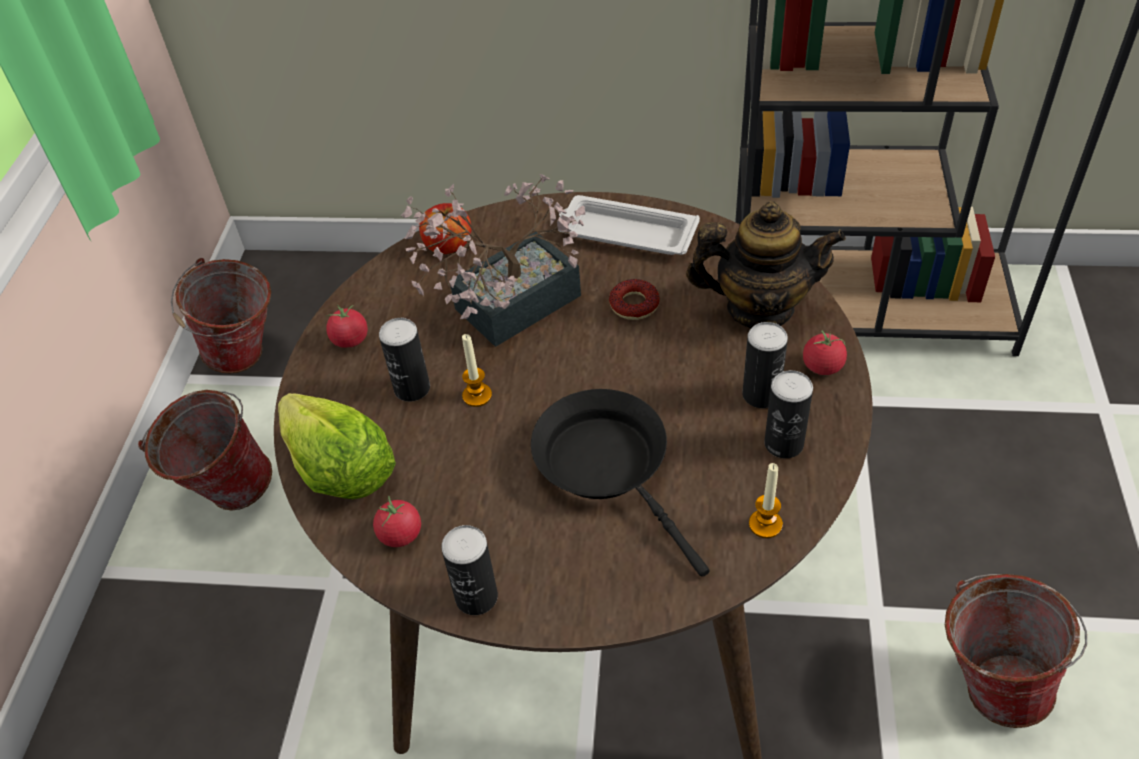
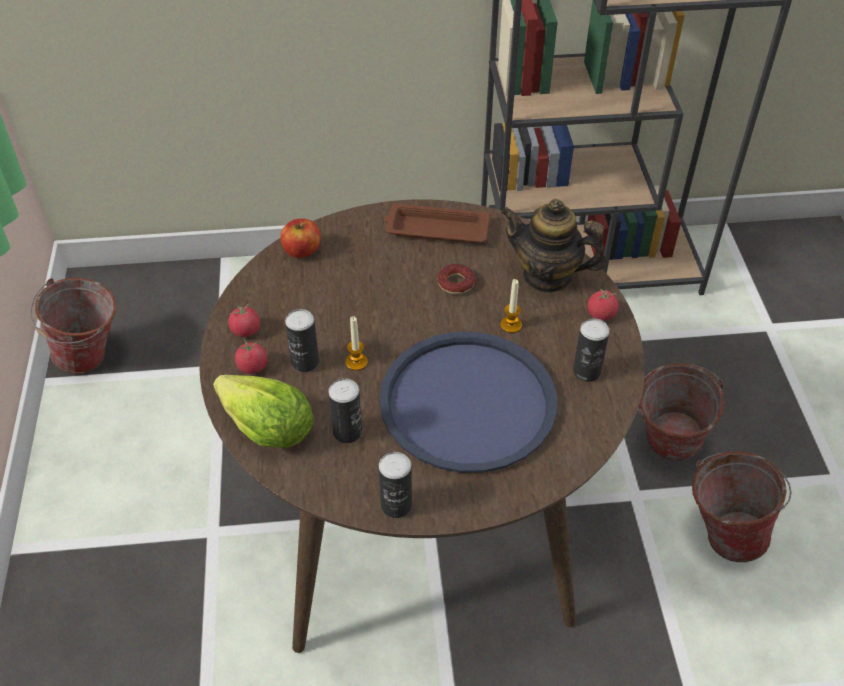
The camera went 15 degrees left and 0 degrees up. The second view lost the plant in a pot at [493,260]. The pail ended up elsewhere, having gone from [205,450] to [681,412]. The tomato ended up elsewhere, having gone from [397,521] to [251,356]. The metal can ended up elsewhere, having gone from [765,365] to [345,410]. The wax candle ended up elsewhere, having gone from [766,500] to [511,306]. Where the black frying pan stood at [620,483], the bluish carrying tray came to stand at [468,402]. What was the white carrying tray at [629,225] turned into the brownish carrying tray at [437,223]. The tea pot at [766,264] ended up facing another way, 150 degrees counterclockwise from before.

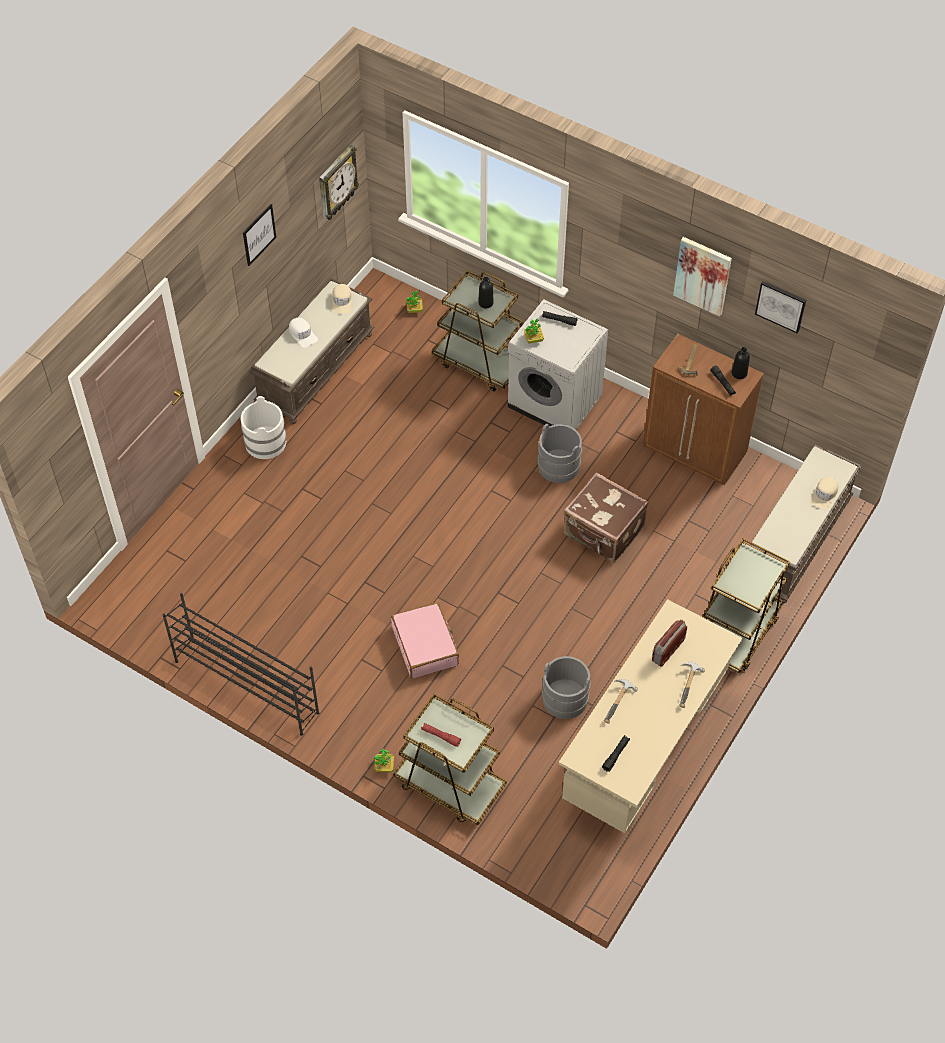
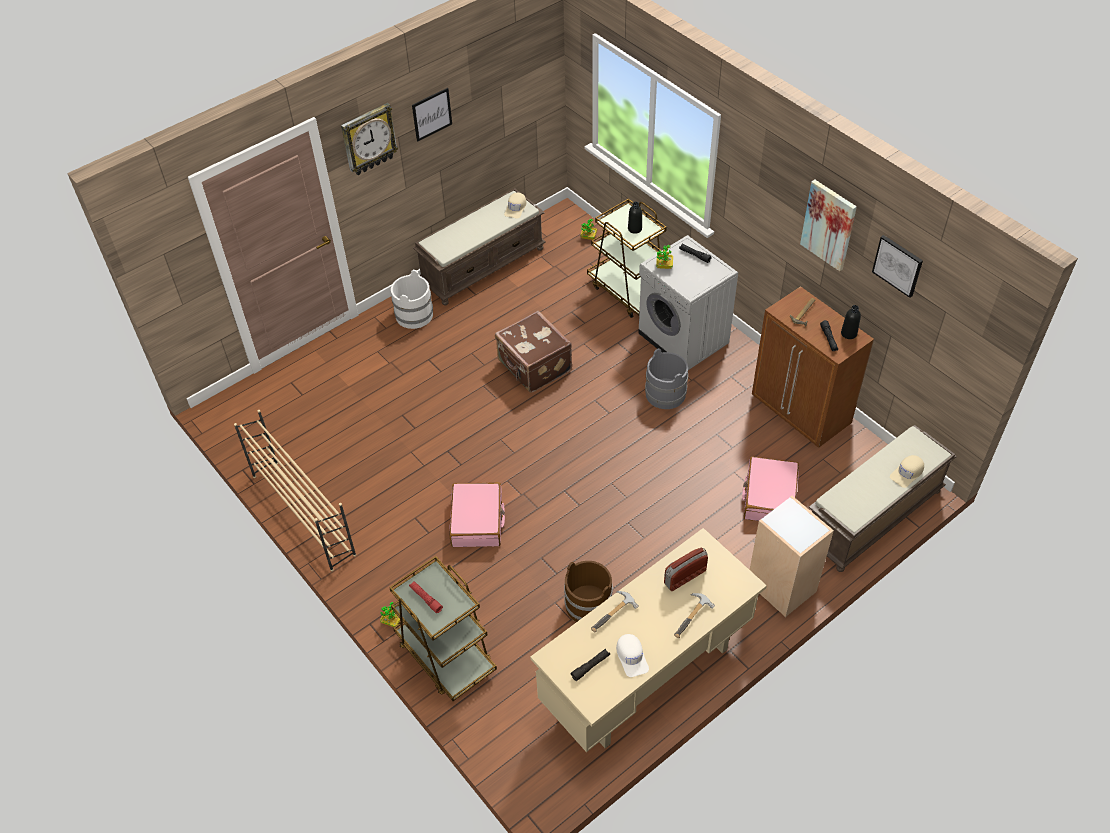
The camera went 20 degrees right and 5 degrees down. The second view gained the pinkish suitcase at [770,489]. The white peaked cap ended up elsewhere, having gone from [303,333] to [632,655]. The clock on the wall ended up elsewhere, having gone from [339,182] to [369,139]. The brownish suitcase ended up elsewhere, having gone from [606,517] to [533,352]. Where the brownish trolley stood at [746,605], the bookshelf came to stand at [792,556]. What was the black shoe shelf at [240,664] turned into the beige-coloured shoe shelf at [295,490]. What was the greyish pail at [566,687] turned into the brownish pail at [588,591].

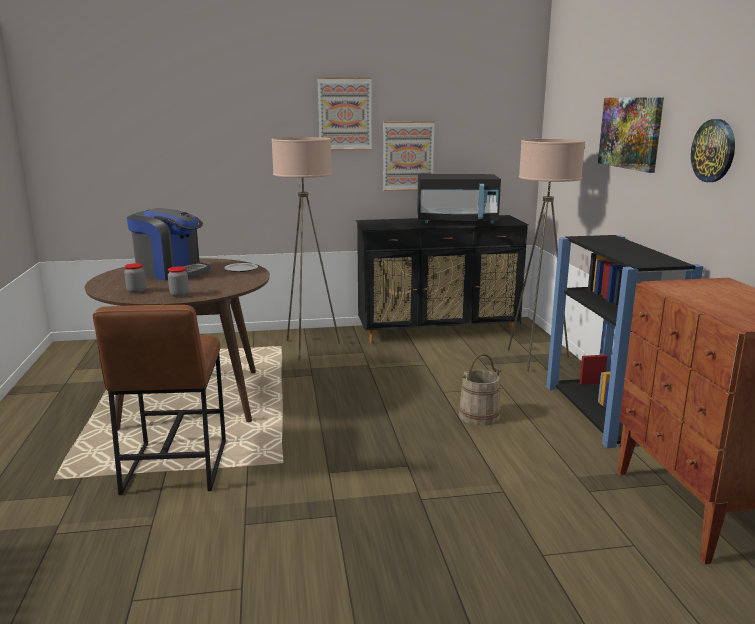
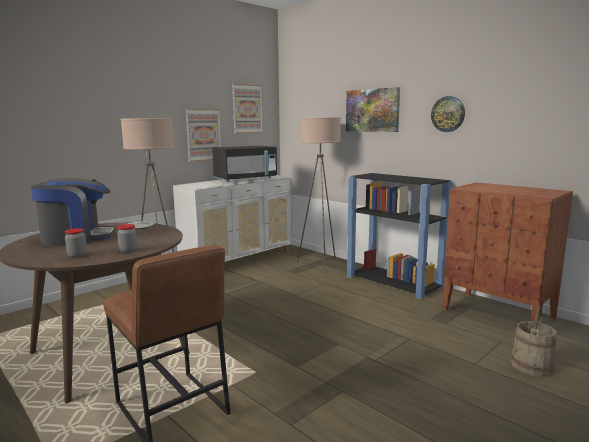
The camera went 35 degrees left and 5 degrees down. The picture ended up elsewhere, having gone from [345,114] to [247,108]. The beige-coloured pail ended up elsewhere, having gone from [480,389] to [534,341]. What was the black storage cabinet at [442,279] turned into the white storage cabinet at [232,218].

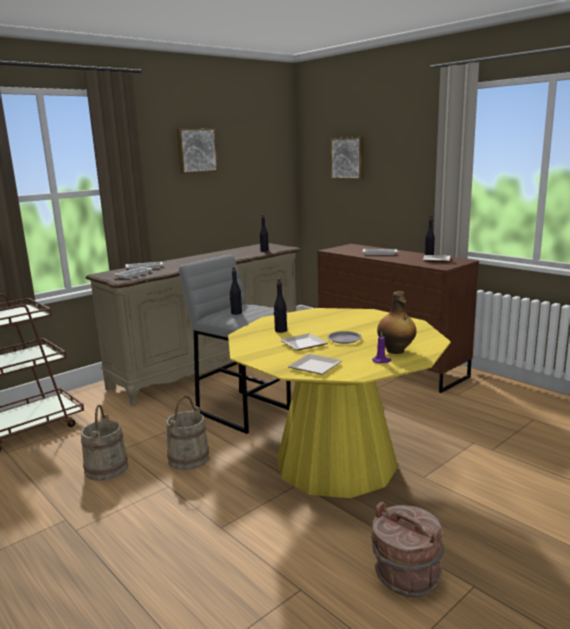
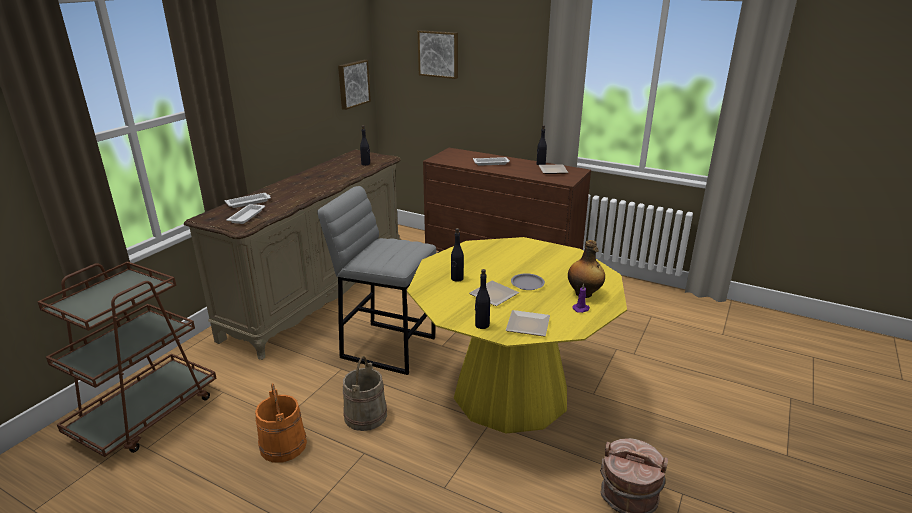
The camera went 20 degrees left and 10 degrees up. The picture ended up elsewhere, having gone from [197,151] to [354,85]. The black drink bottle ended up elsewhere, having gone from [236,291] to [482,299]. What was the beige-coloured pail at [104,442] turned into the orangey pail at [281,423].

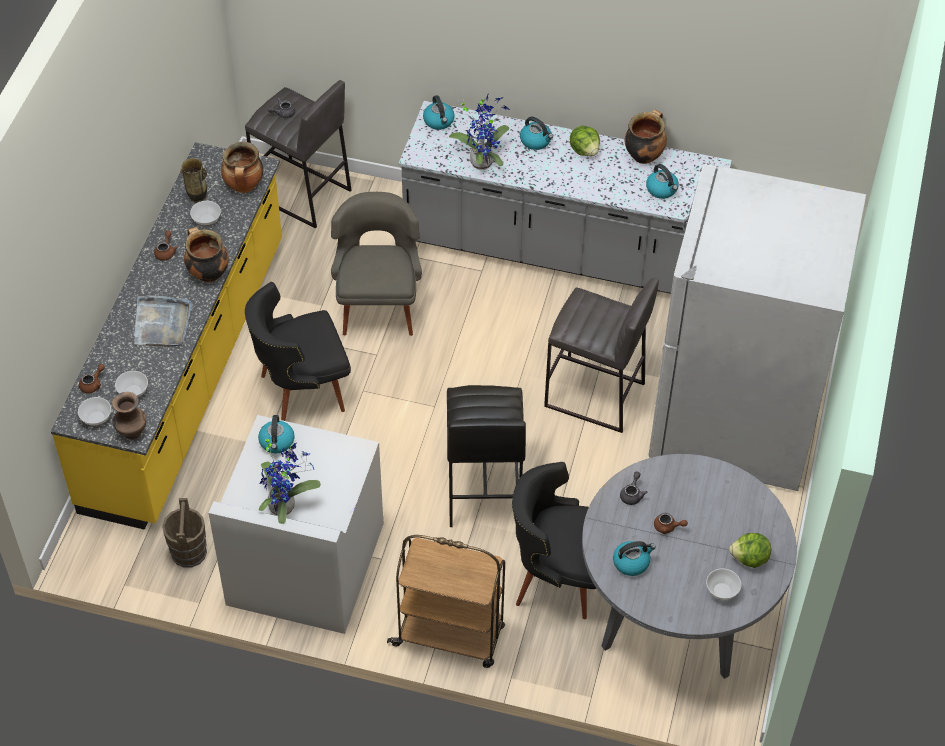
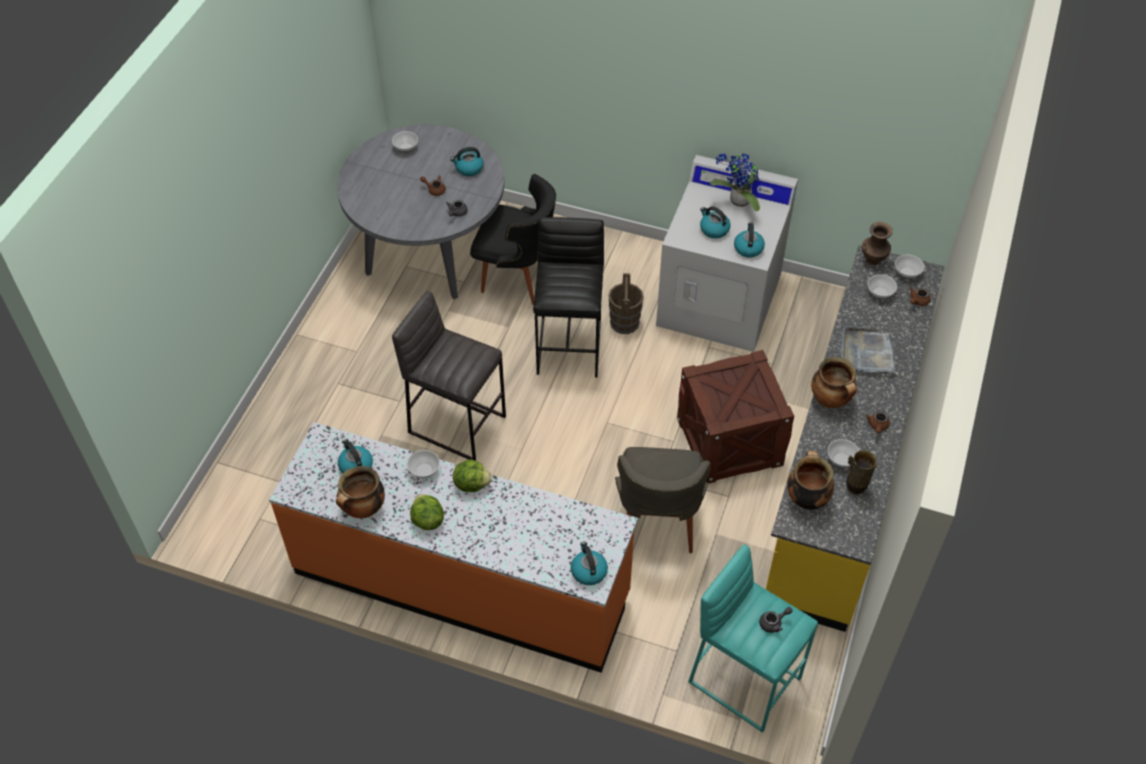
The camera went 175 degrees left and 0 degrees up. The second view lost the brownish trolley at [446,601]. The second view lost the plant in a pot at [479,131]. The second view lost the white refrigerator at [757,327]. The second view gained the serving bowl at [423,464]. The brownish pail ended up elsewhere, having gone from [184,533] to [626,303]. The kettle ended up elsewhere, having gone from [536,133] to [715,222]. The lettuce head ended up elsewhere, having gone from [750,550] to [472,475]. Where the black chair stood at [298,351], the shipping crate came to stand at [735,417]. What was the greyish stool at [298,154] turned into the turquoise stool at [753,638]. What was the greyish counter at [565,197] turned into the orangey counter at [453,547].

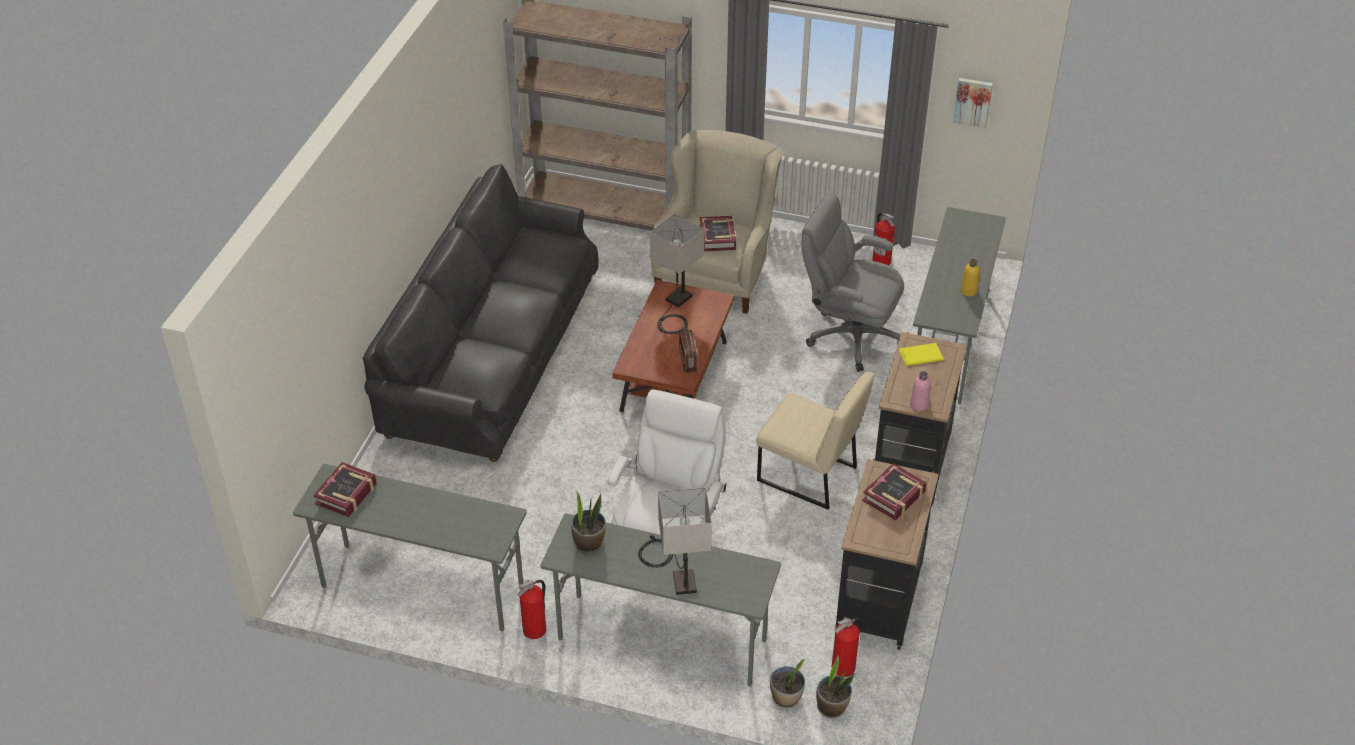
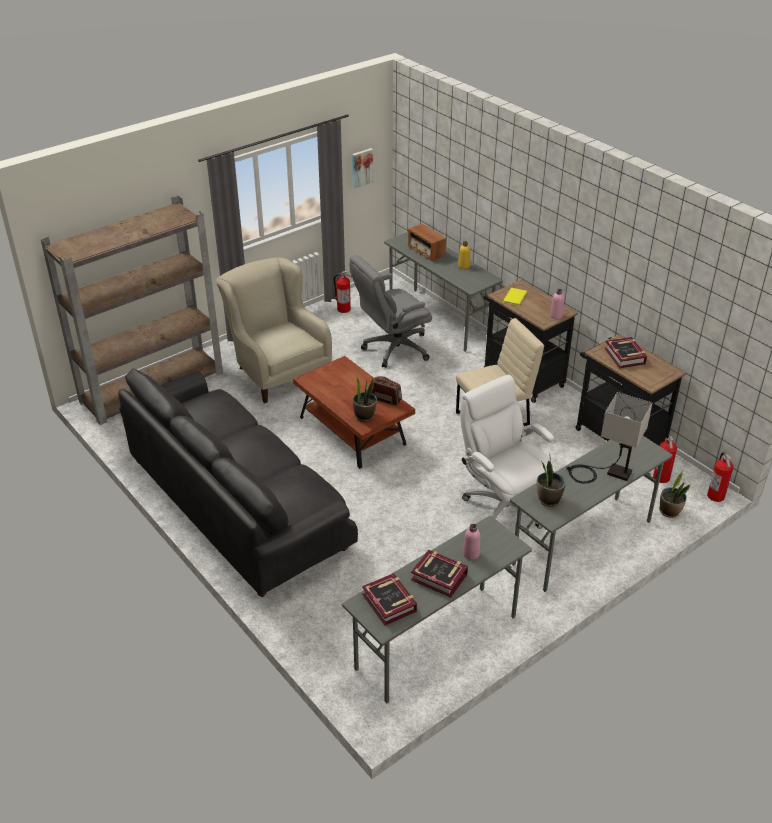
The camera went 55 degrees left and 5 degrees down. The second view lost the tabletop lamp at [677,274]. The second view gained the radio receiver at [427,242]. The second view gained the pinkish drink bottle at [471,542]. The fire extinguisher ended up elsewhere, having gone from [531,609] to [720,477]. The bound book ended up elsewhere, having gone from [718,234] to [439,573]. The plant in a pot ended up elsewhere, having gone from [835,687] to [365,399].

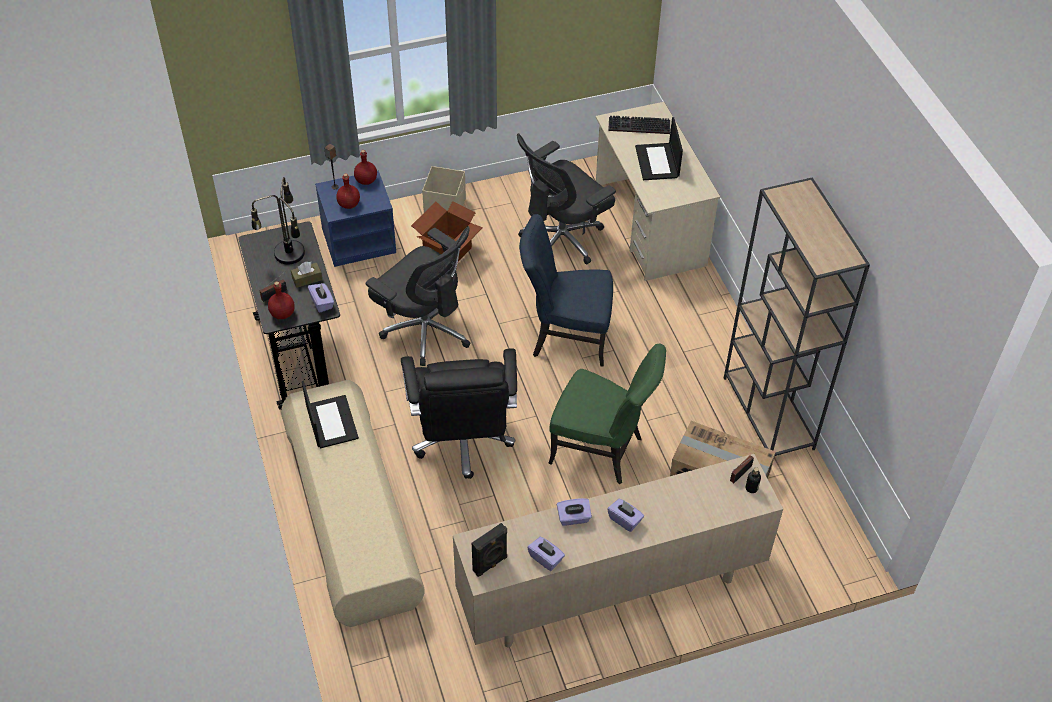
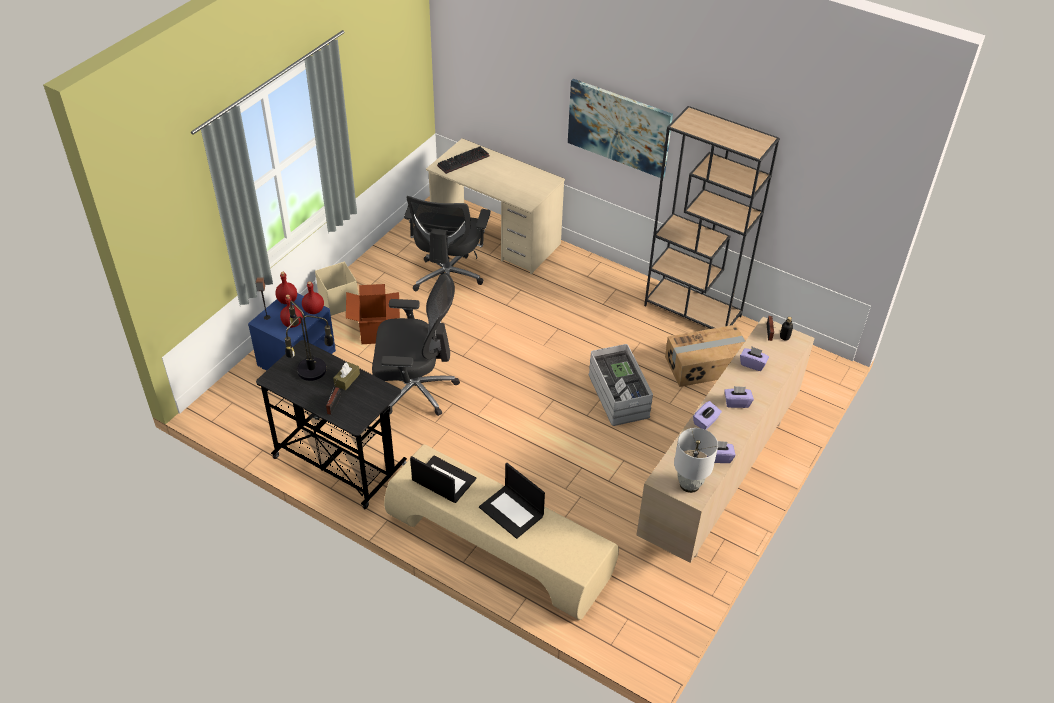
The camera went 40 degrees left and 5 degrees down. The second view lost the black computer chair at [459,413]. The second view lost the bluish chair at [566,290]. The second view gained the picture at [620,128]. The red-coloured drink bottle ended up elsewhere, having gone from [281,300] to [313,297]. The purple tissue box ended up elsewhere, having gone from [321,298] to [754,359]. The laptop ended up elsewhere, having gone from [659,148] to [512,501]. Where the black audio speaker stood at [489,550], the white tabletop lamp came to stand at [696,460]. Where the greenish chair stood at [607,414], the greyish storage bin came to stand at [621,385].

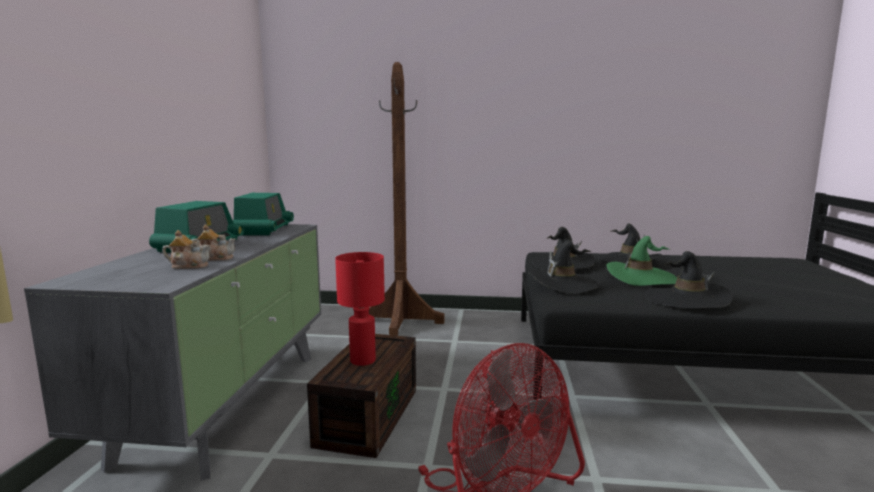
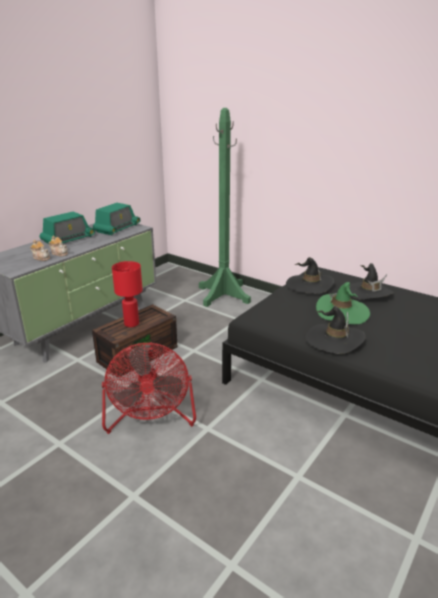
The camera went 30 degrees right and 15 degrees up. The second view lost the black hat at [564,267]. What was the brownish clothes rack at [406,199] turned into the greenish clothes rack at [225,207].

